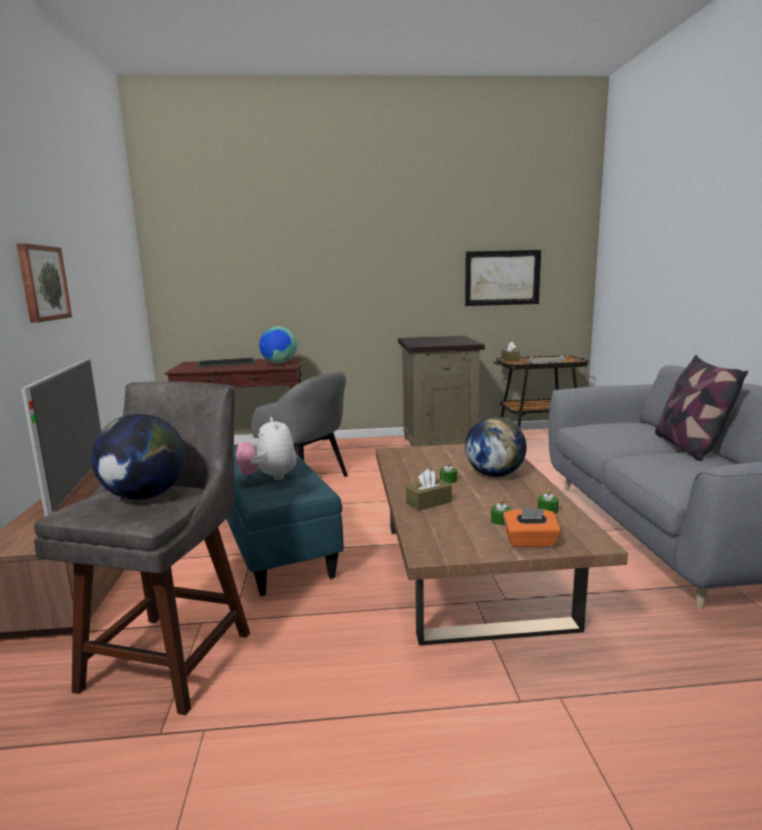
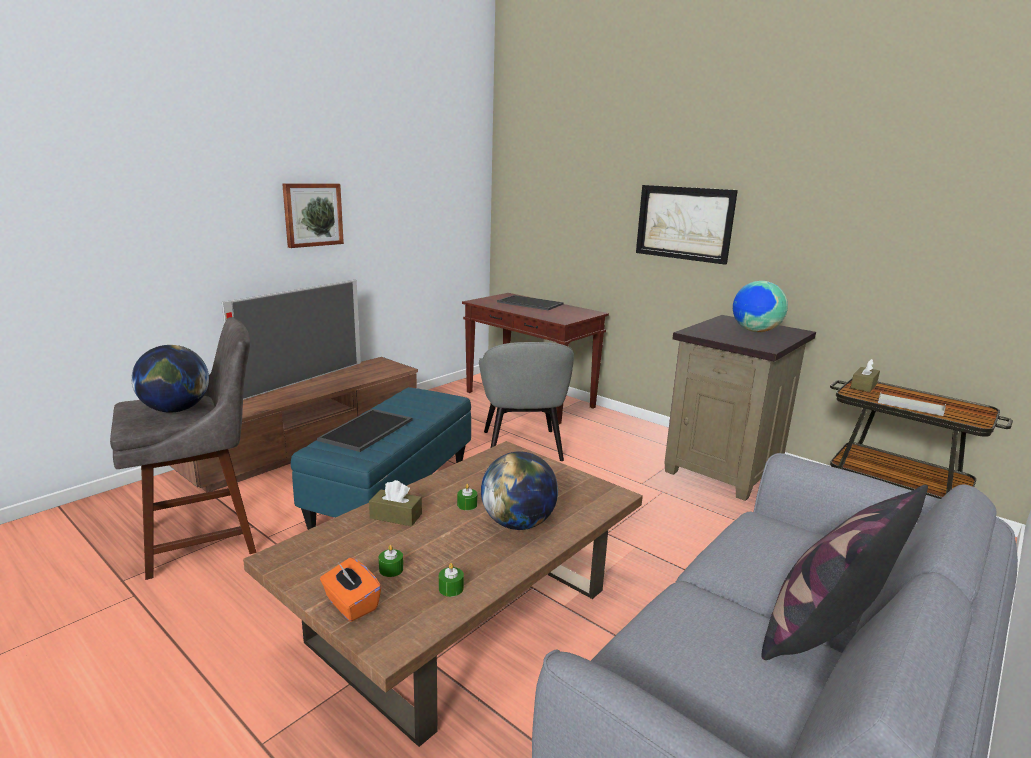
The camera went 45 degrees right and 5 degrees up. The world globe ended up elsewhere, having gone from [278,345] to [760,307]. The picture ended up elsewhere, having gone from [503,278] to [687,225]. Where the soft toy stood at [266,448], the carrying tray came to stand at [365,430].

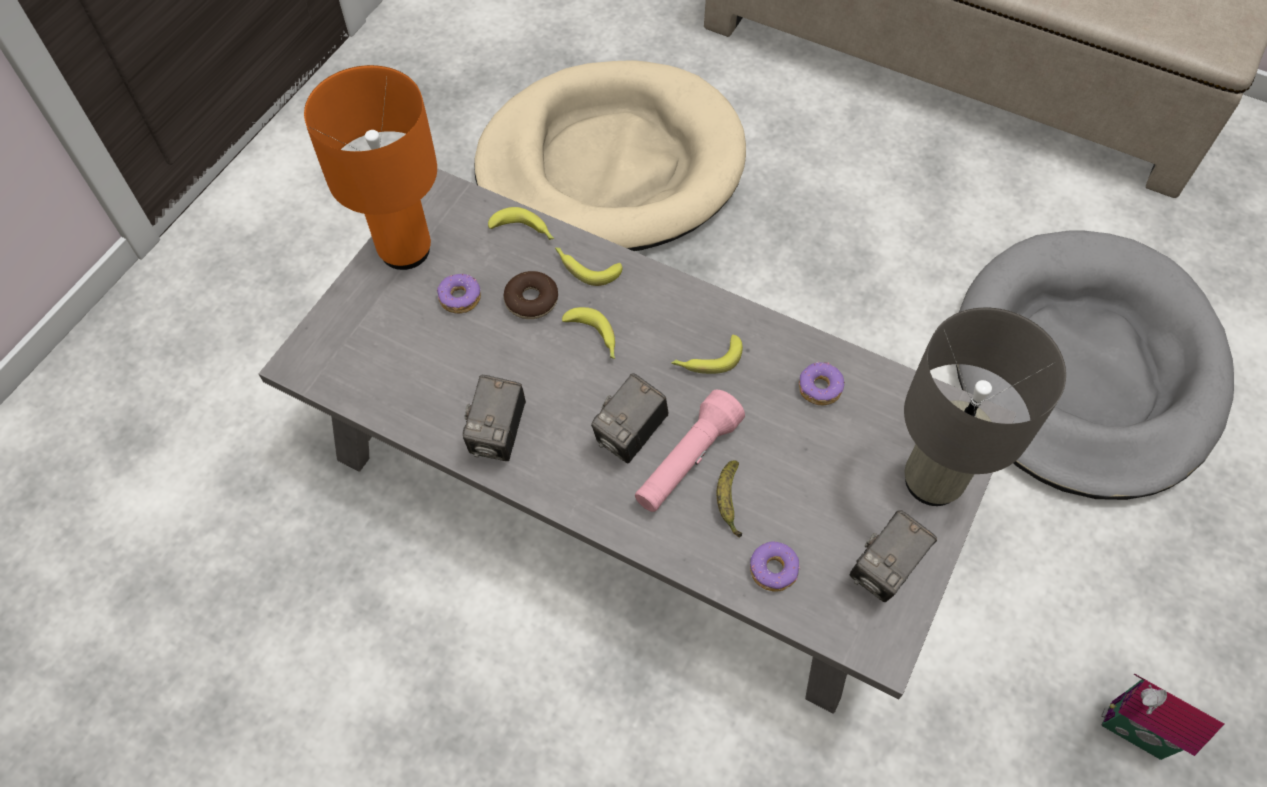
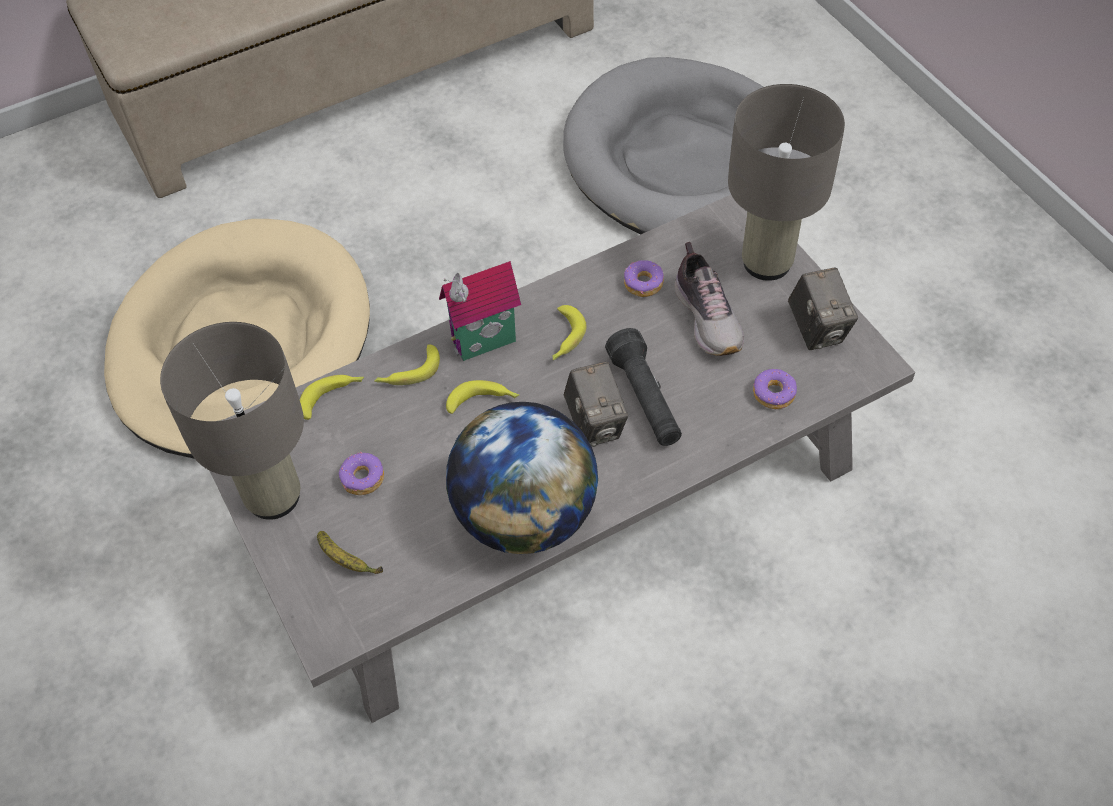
The camera went 55 degrees left and 5 degrees down. The second view lost the donut at [531,295]. The second view gained the shoe at [709,299]. The banana ended up elsewhere, having gone from [729,499] to [350,552]. The miniature house ended up elsewhere, having gone from [1162,717] to [480,311]. Where the still camera stood at [494,418], the world globe came to stand at [522,478]. What was the orangey tabletop lamp at [370,167] turned into the greyish tabletop lamp at [232,421]. What was the pinkish flashlight at [690,451] turned into the black flashlight at [643,387].

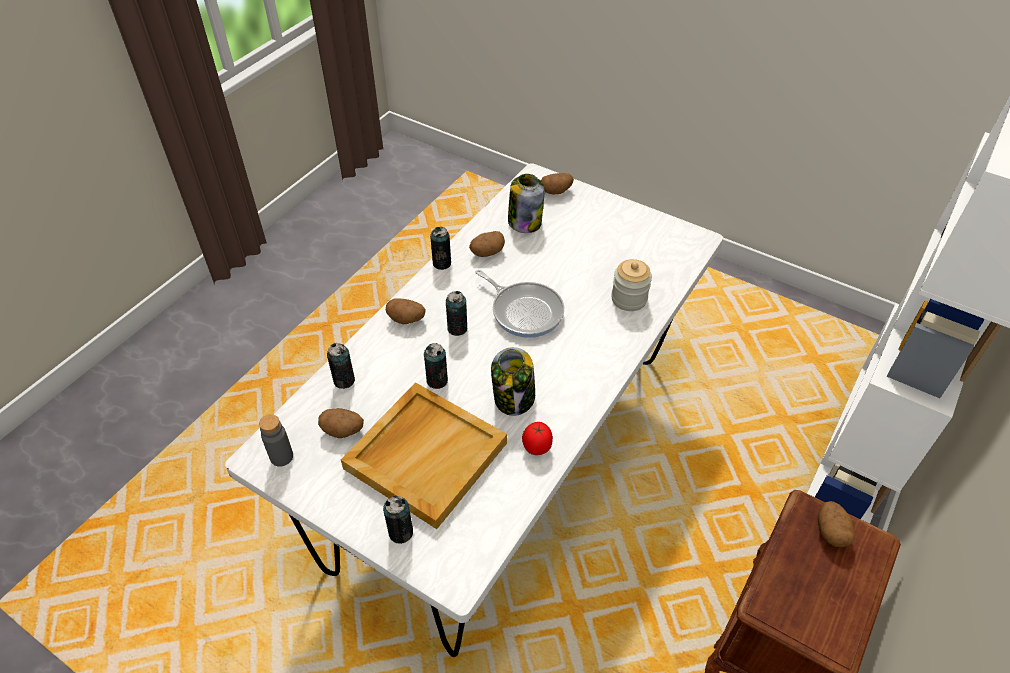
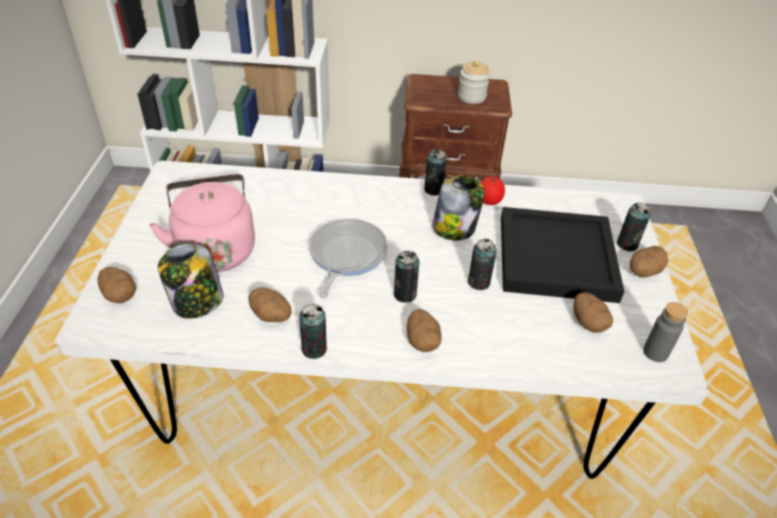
The camera went 120 degrees left and 5 degrees down. The second view gained the pinkish kettle at [202,223]. The metal can ended up elsewhere, having gone from [341,366] to [435,172]. The preserve jar ended up elsewhere, having gone from [631,285] to [474,82]. The whole potato ended up elsewhere, having gone from [836,524] to [649,262]. What was the beige-coloured carrying tray at [424,455] turned into the black carrying tray at [562,255].

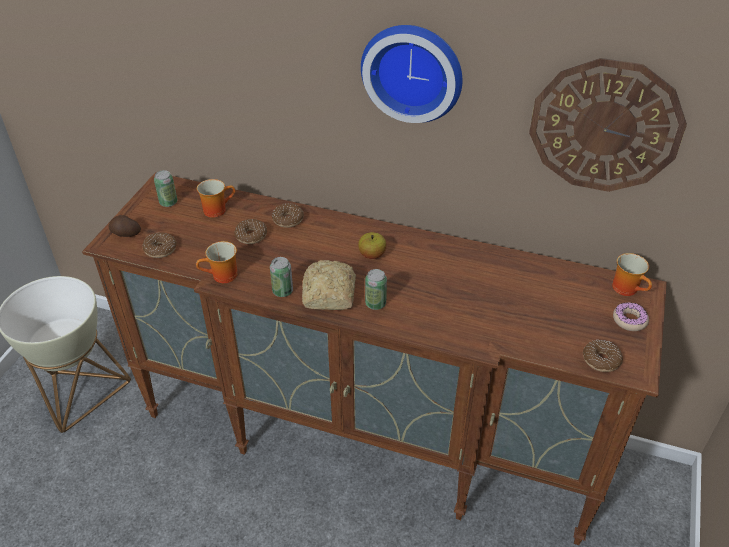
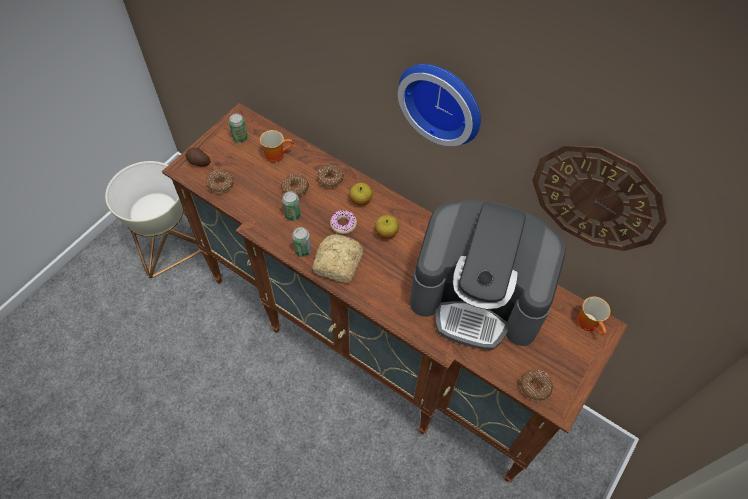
The camera went 15 degrees right and 15 degrees up. The second view lost the tea mug at [216,262]. The second view gained the apple fruit at [361,194]. The second view gained the coffee maker at [487,275]. The metal can ended up elsewhere, having gone from [376,289] to [291,206]. The donut ended up elsewhere, having gone from [631,316] to [343,222].

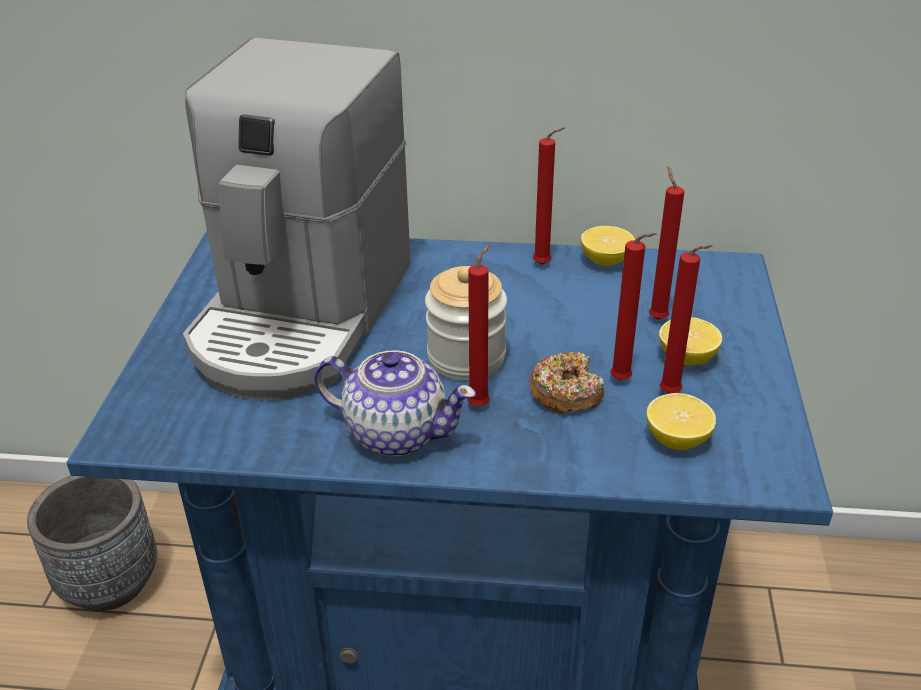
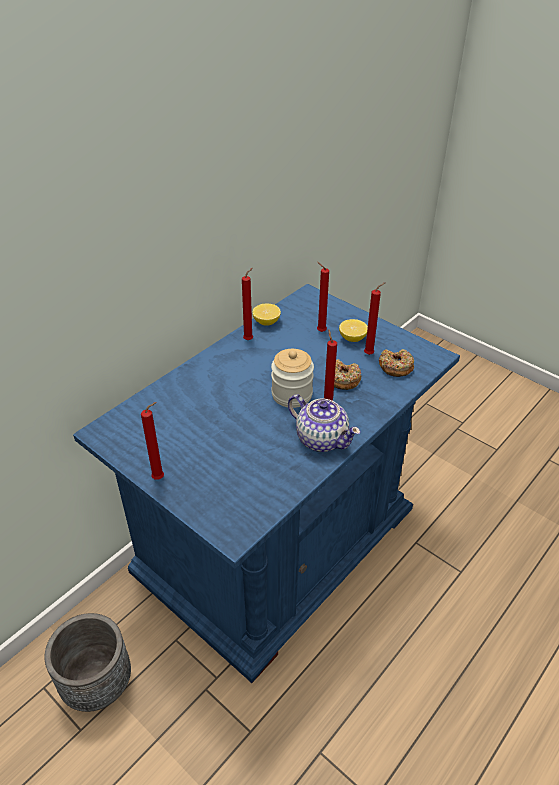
The camera went 55 degrees left and 5 degrees up. The second view lost the coffee maker at [297,219]. The red-coloured wax candle ended up elsewhere, having gone from [633,306] to [152,441]. Where the lemon stood at [681,421], the donut came to stand at [396,363]. The tea pot at [395,403] ended up facing another way, 75 degrees clockwise from before.

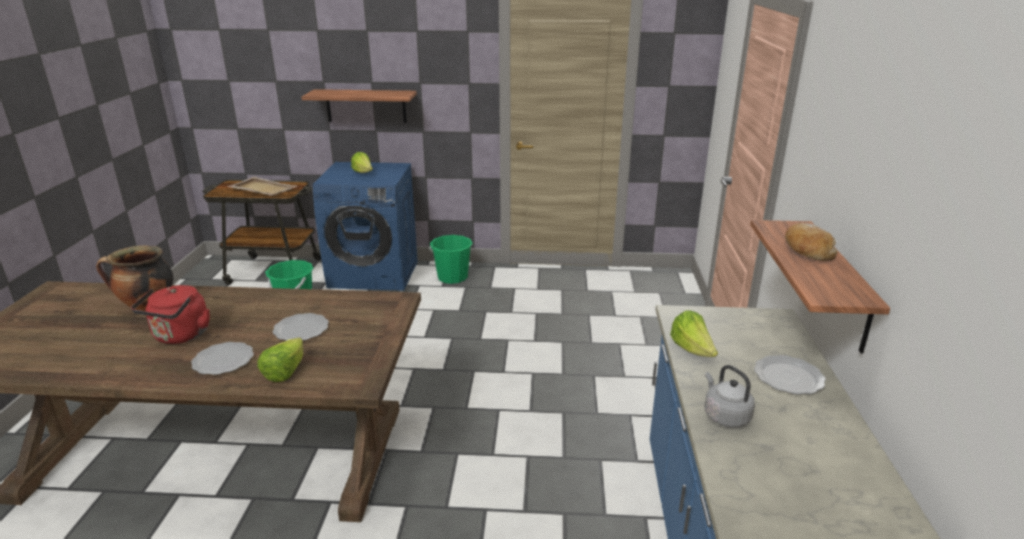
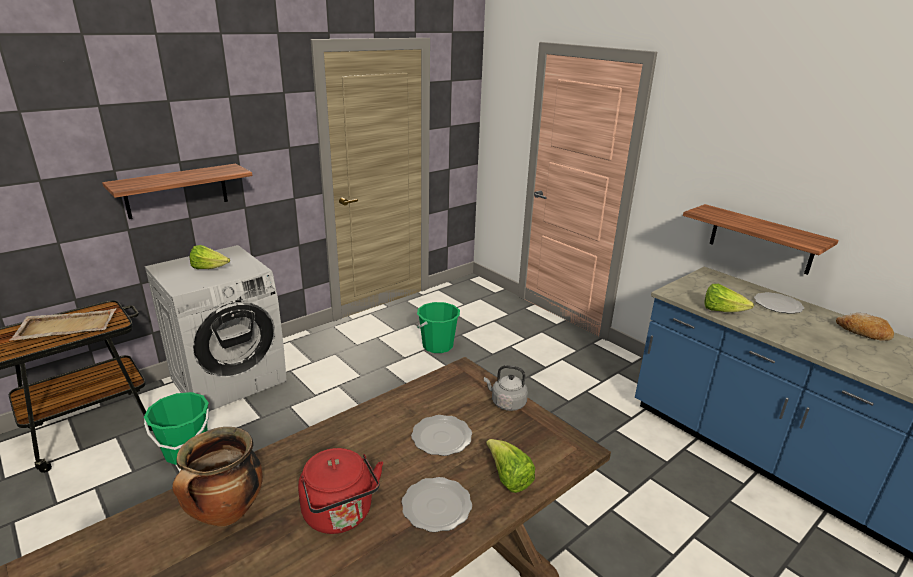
The camera went 45 degrees left and 0 degrees up. The greenish pail ended up elsewhere, having gone from [451,259] to [438,327]. The greyish kettle ended up elsewhere, having gone from [730,396] to [506,388]. The bread ended up elsewhere, having gone from [811,242] to [865,327]. What was the bluish laundry machine at [365,226] turned into the white laundry machine at [216,328].

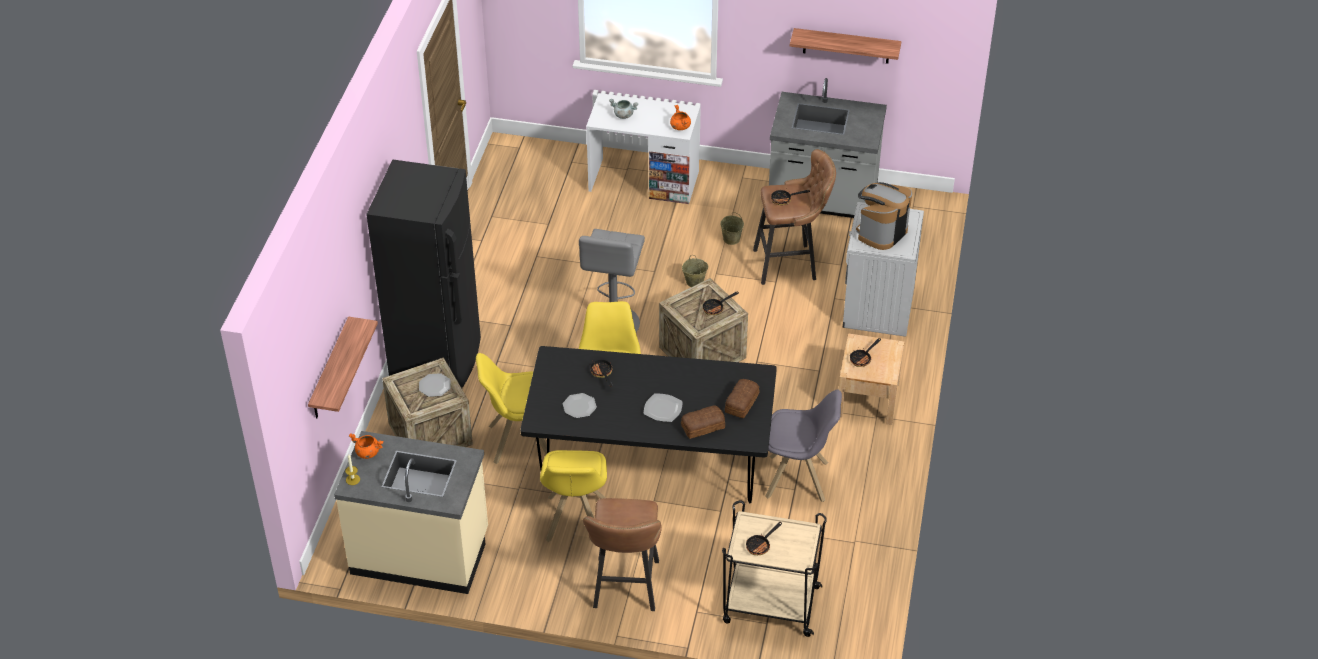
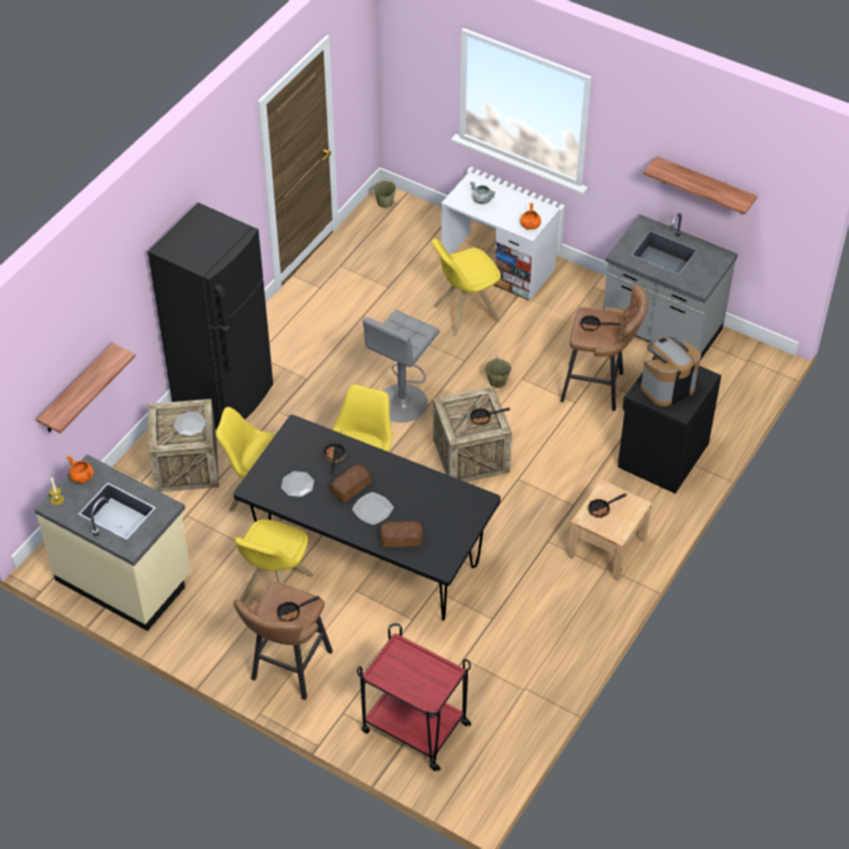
The camera went 20 degrees right and 5 degrees up. The second view lost the greyish chair at [803,446]. The second view gained the yellow-coloured chair at [466,287]. The beige-coloured pail ended up elsewhere, having gone from [732,229] to [385,193]. The bread ended up elsewhere, having gone from [742,398] to [351,483]. The frying pan ended up elsewhere, having gone from [764,538] to [298,608]. What was the beige-coloured trolley at [774,568] turned into the red-coloured trolley at [414,697]. What was the white laundry machine at [883,269] turned into the black laundry machine at [669,425].

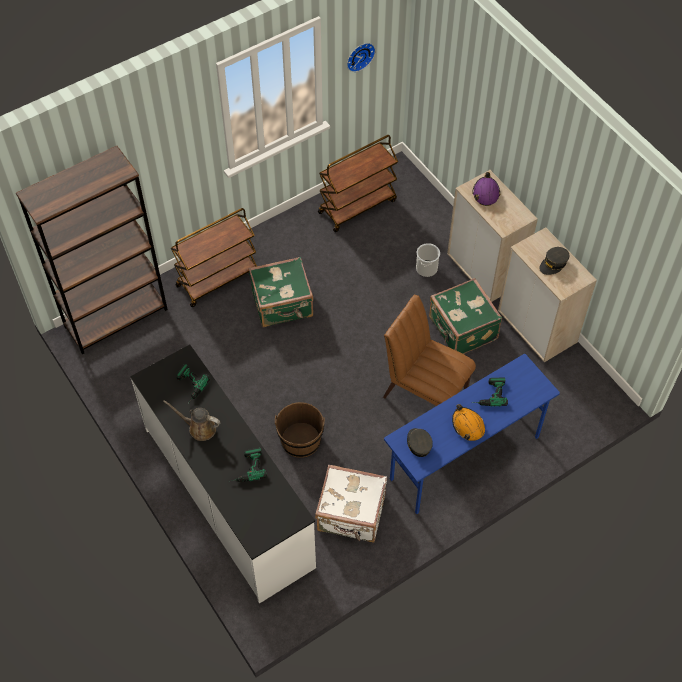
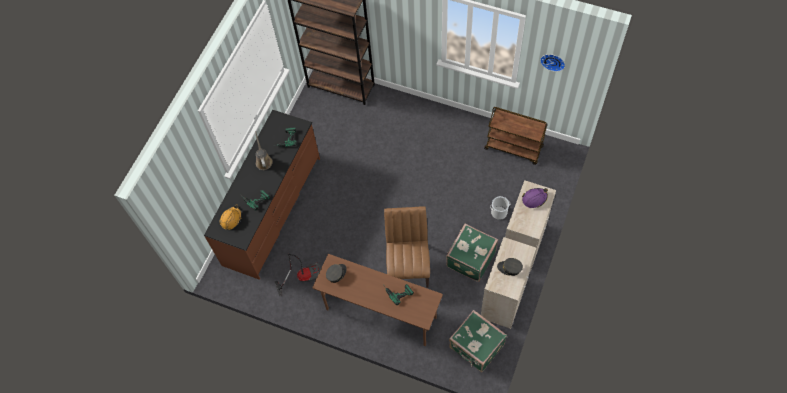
The camera went 60 degrees right and 5 degrees up. The second view lost the brownish trolley at [214,257]. The second view lost the brownish pail at [300,430]. The greenish suitcase ended up elsewhere, having gone from [281,292] to [478,341]. The orangey hard hat ended up elsewhere, having gone from [468,422] to [230,217]. Where the white suitcase stood at [351,504], the hoover came to stand at [297,274]. What was the white drawer chest at [223,474] turned into the brownish drawer chest at [262,195]. What was the bluish desk at [472,434] turned into the brownish desk at [377,300].

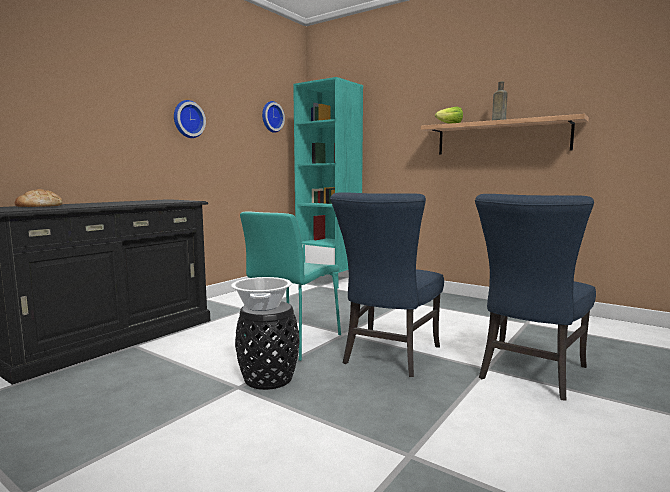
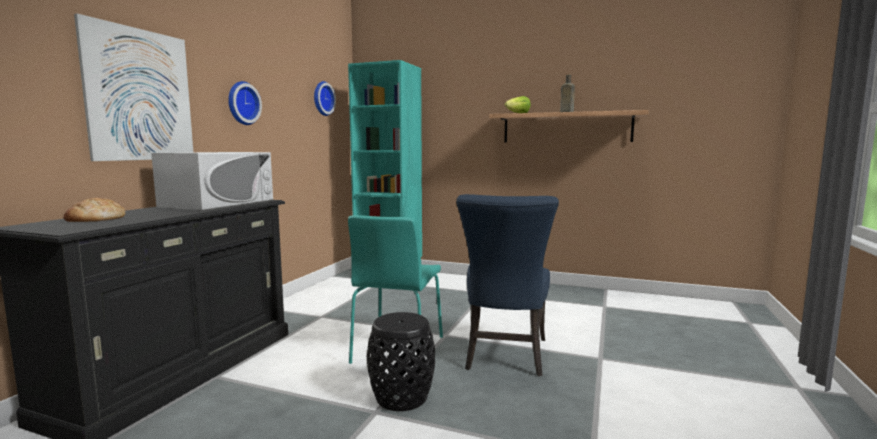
The camera went 15 degrees left and 0 degrees up. The second view lost the stockpot at [261,294]. The second view lost the bluish chair at [535,297]. The second view gained the picture at [133,87]. The second view gained the white kitchen microwave at [212,181].

